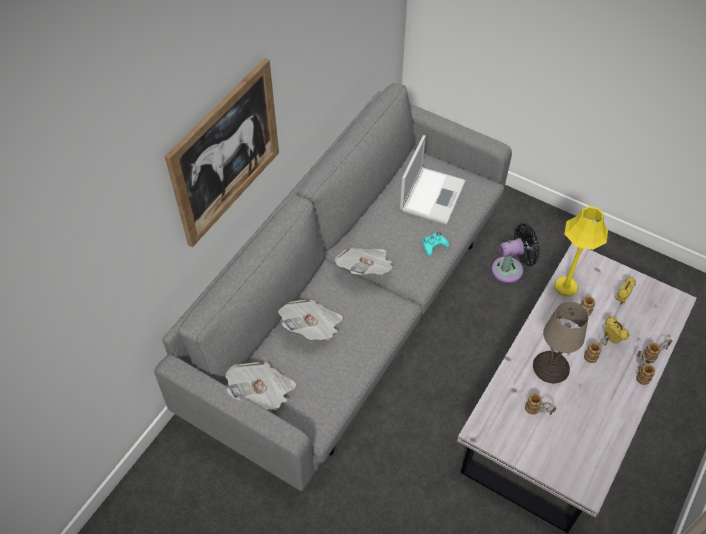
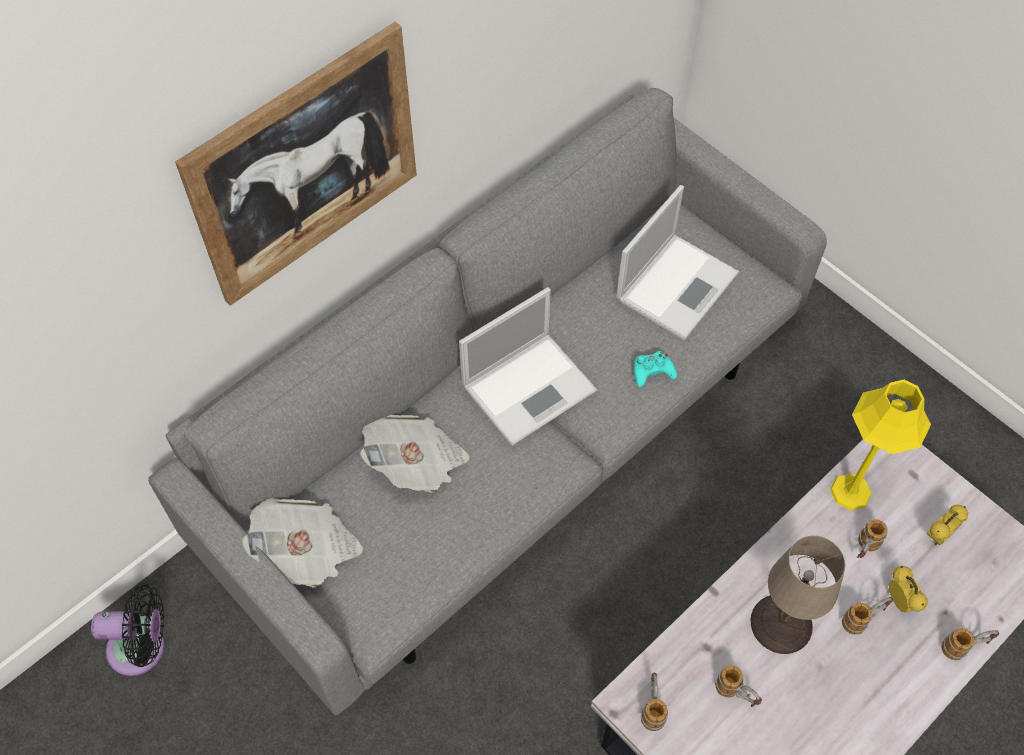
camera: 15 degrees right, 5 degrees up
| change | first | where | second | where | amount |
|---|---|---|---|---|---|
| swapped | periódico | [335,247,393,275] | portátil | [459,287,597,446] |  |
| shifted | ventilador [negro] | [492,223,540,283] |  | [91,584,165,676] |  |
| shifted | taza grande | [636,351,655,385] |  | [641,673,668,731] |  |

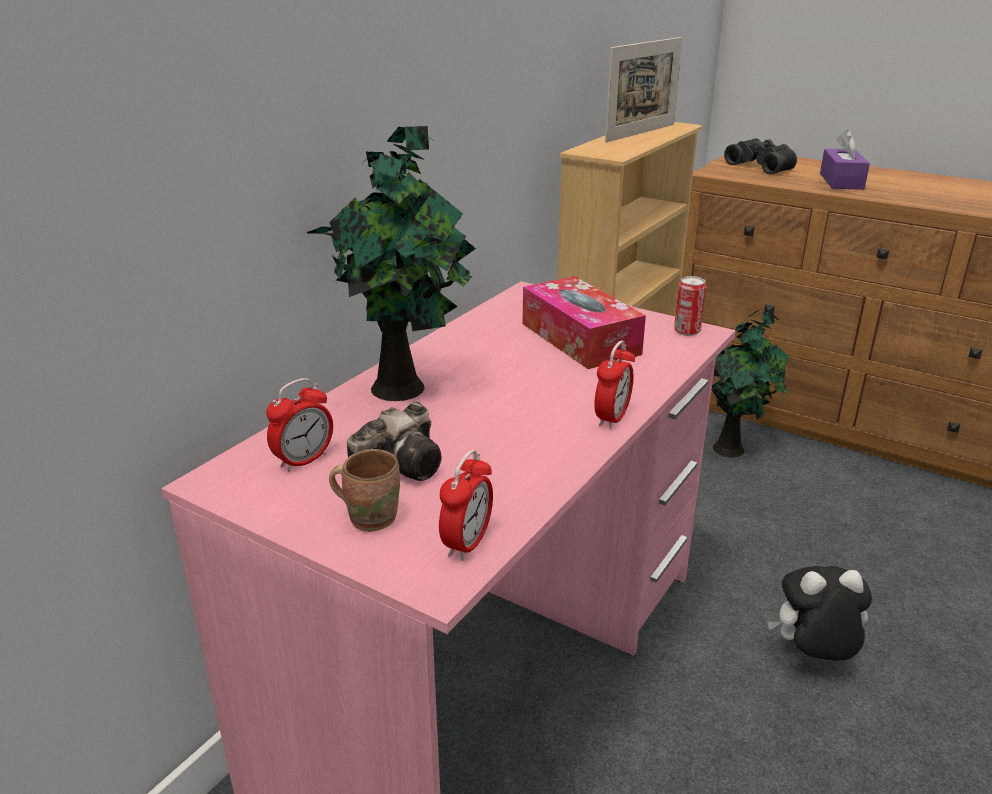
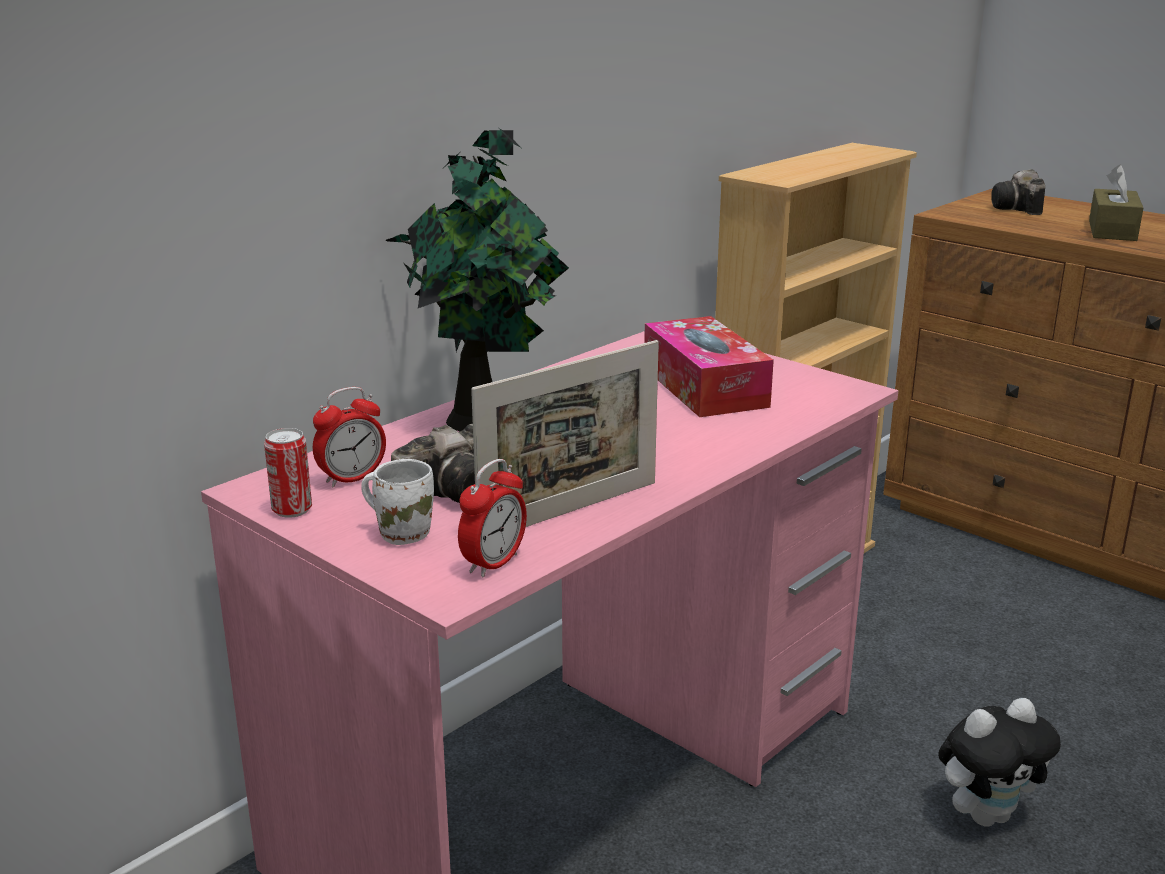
camera: 10 degrees right, 5 degrees down
| change | first | where | second | where | amount |
|---|---|---|---|---|---|
| repainted | taza grande [marrón] | [329,449,400,532] | taza grande [blanco] | [361,459,434,545] |  |
| gone | despertador | [594,341,635,429] |  |  |  |
| shifted | portarretratos | [605,37,682,142] |  | [471,340,659,527] |  |
| shifted | lata | [674,276,706,336] |  | [264,428,312,518] |  |
| gone | planta en maceta | [711,310,789,457] |  |  |  |
| swapped | prismáticos [negro] | [724,138,797,174] | cámara | [991,169,1045,215] |  |
| rotated | peluche | [768,566,872,661] |  | [938,698,1061,827] | 150 degrees clockwise |
| repainted | caja de pañuelos [morado] | [820,130,870,190] | caja de pañuelos [marrón] | [1089,165,1143,241] |  |

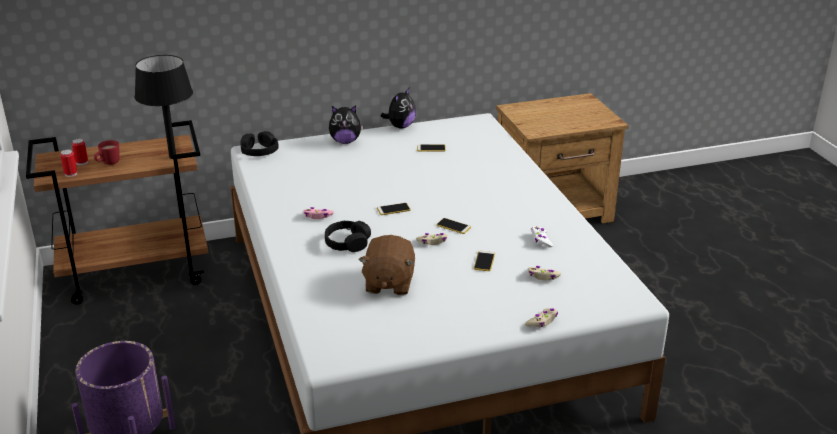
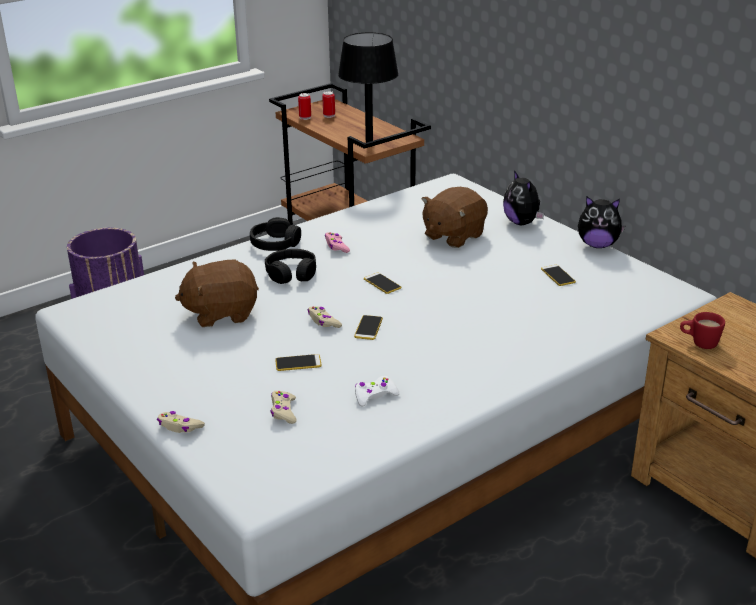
camera: 70 degrees right, 0 degrees up
| change | first | where | second | where | amount |
|---|---|---|---|---|---|
| shifted | taza grande [rojo] | [94,140,120,165] |  | [680,312,725,349] |  |
| shifted | auriculares [negro] | [240,131,278,156] |  | [250,217,301,251] |  |
| new |  |  | peluche [marrón] | [422,187,488,248] |  |

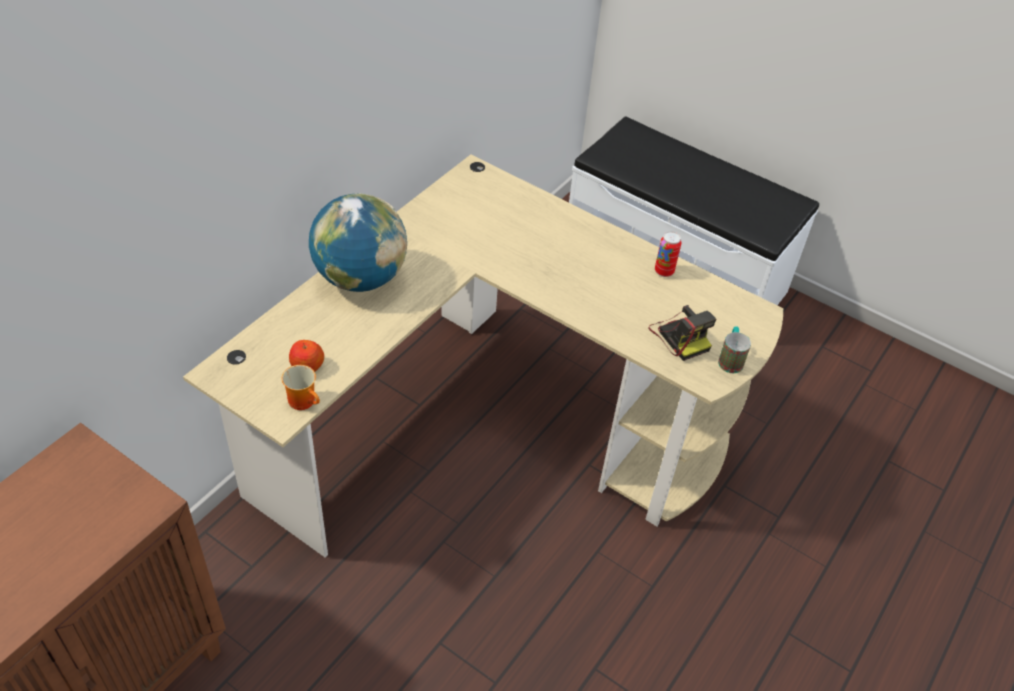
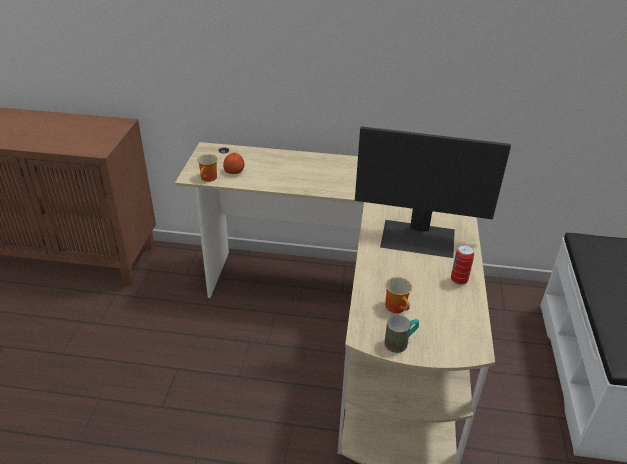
camera: 65 degrees right, 10 degrees down
| change | first | where | second | where | amount |
|---|---|---|---|---|---|
| gone | globo terráqueo | [309,193,407,292] |  |  |  |
| swapped | cámara | [648,305,716,361] | taza grande | [385,277,412,313] |  |
| new |  |  | monitor | [355,126,511,258] |  |

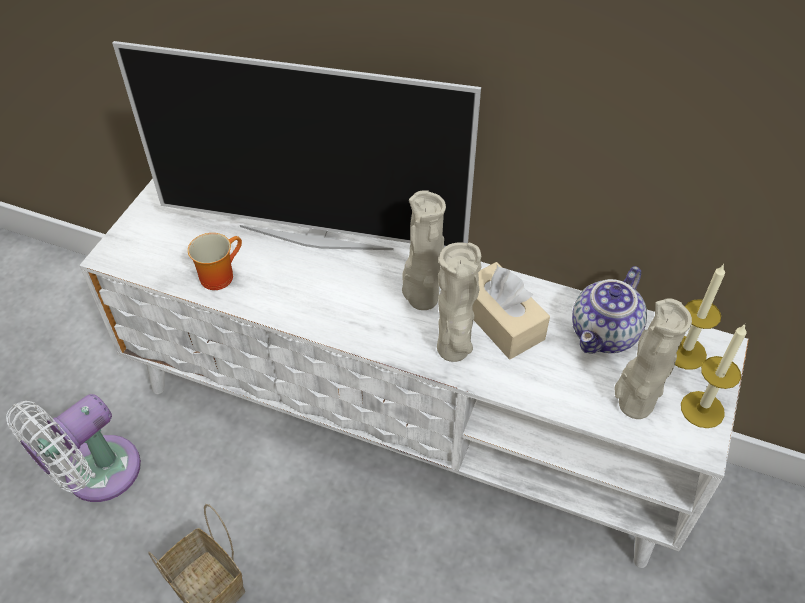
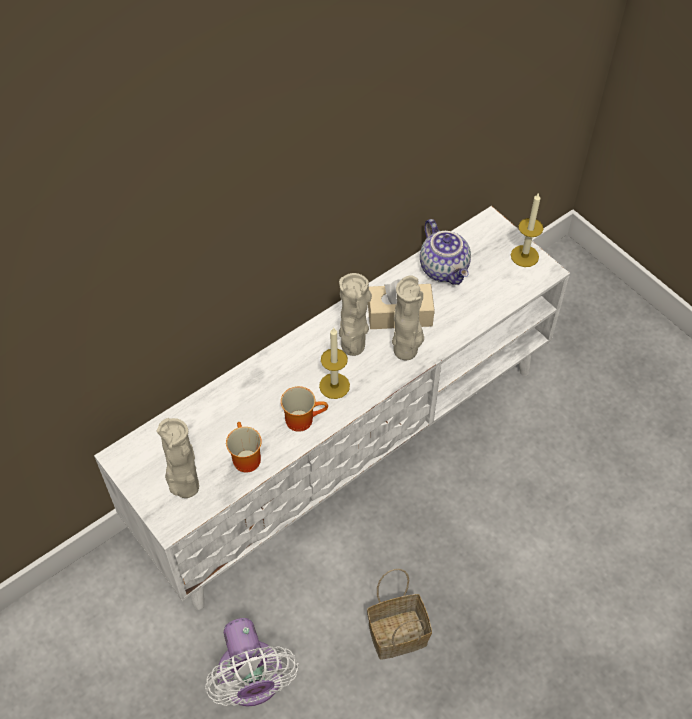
camera: 60 degrees left, 5 degrees up
| change | first | where | second | where | amount |
|---|---|---|---|---|---|
| gone | televisor | [112,41,481,250] |  |  |  |
| shifted | florero [beis] | [614,299,692,419] |  | [157,418,199,498] |  |
| shifted | vela | [675,264,725,370] |  | [319,327,350,399] |  |
| new |  |  | taza grande | [281,386,328,432] |  |

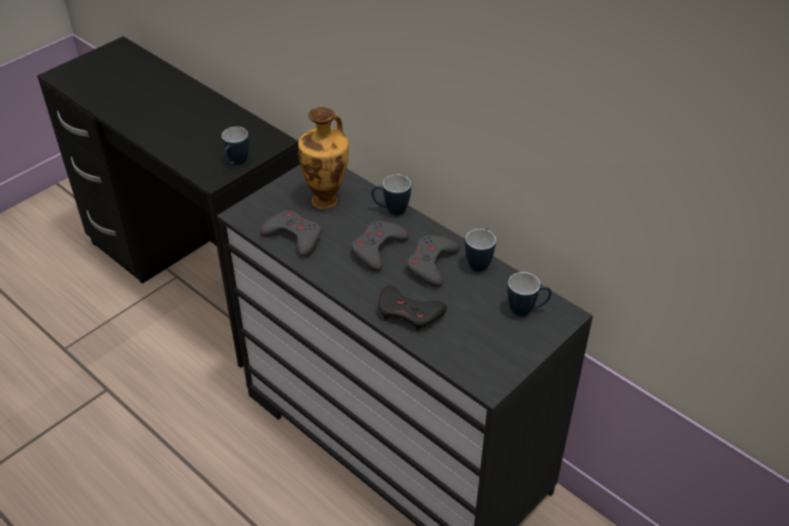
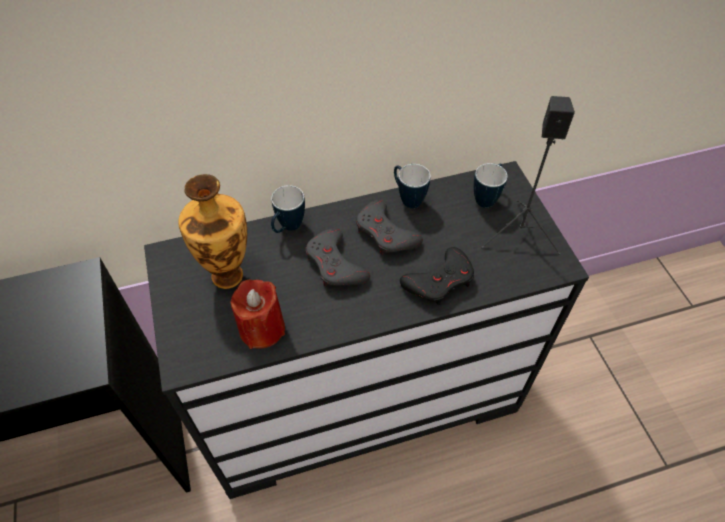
camera: 60 degrees left, 10 degrees up
| change | first | where | second | where | amount |
|---|---|---|---|---|---|
| gone | taza grande | [222,127,249,165] |  |  |  |
| swapped | mando de consola [gris] | [260,210,321,257] | vela [rojo] | [230,279,285,349] |  |
| new |  |  | altavoz [negro] | [481,96,575,255] |  |

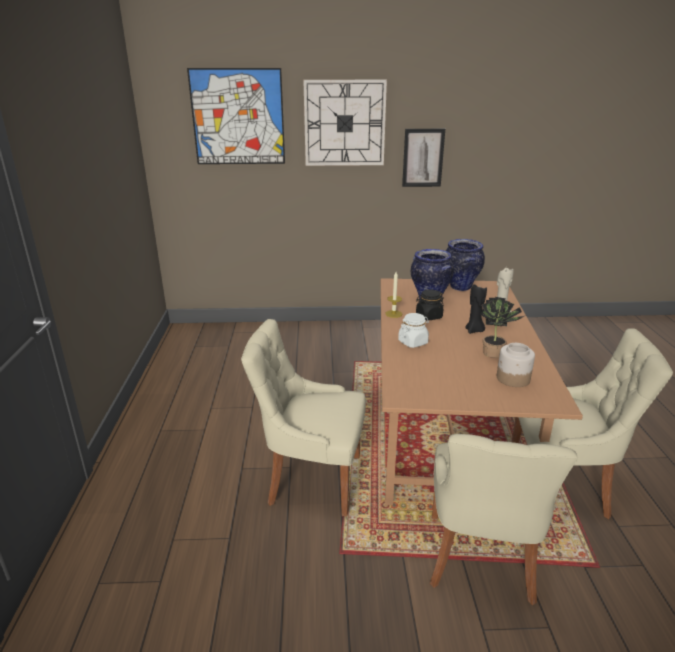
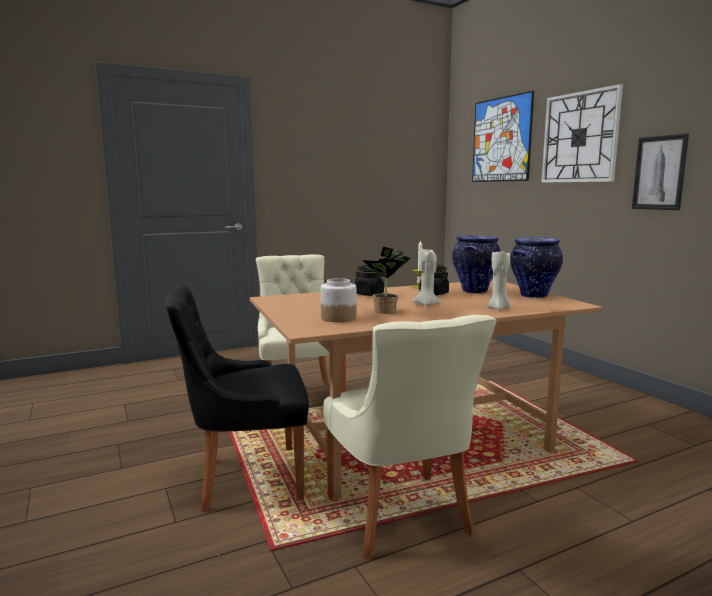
camera: 65 degrees right, 15 degrees down
| change | first | where | second | where | amount |
|---|---|---|---|---|---|
| repainted | tarro [blanco] | [398,313,429,348] | tarro [negro] | [355,265,384,296] |  |
| repainted | silla [beis] | [430,434,578,605] | silla [negro] | [164,285,309,512] |  |
| repainted | vela [negro] | [465,284,487,334] | vela [beis] | [413,248,441,306] |  |

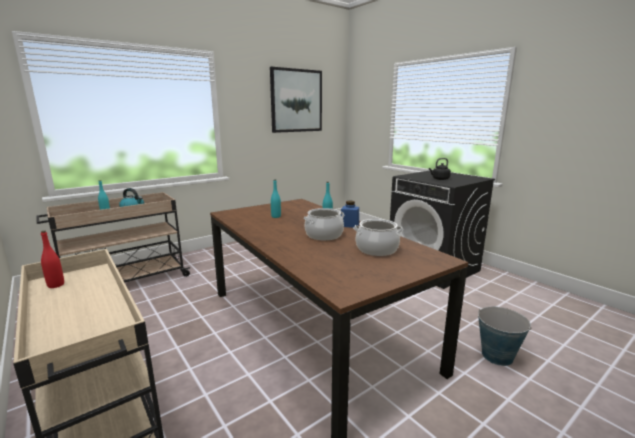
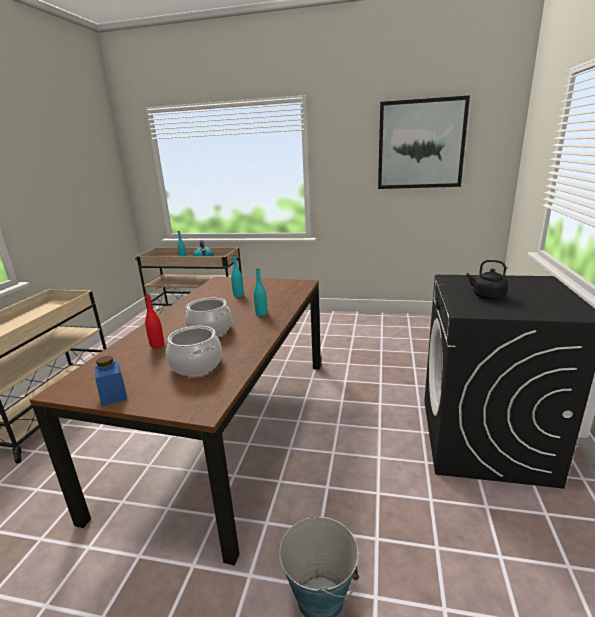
camera: 50 degrees right, 5 degrees up
| change | first | where | second | where | amount |
|---|---|---|---|---|---|
| shifted | botella [rojo] | [41,231,64,288] |  | [145,294,164,348] |  |
| shifted | tarro [azul] | [341,201,359,228] |  | [95,356,127,406] |  |

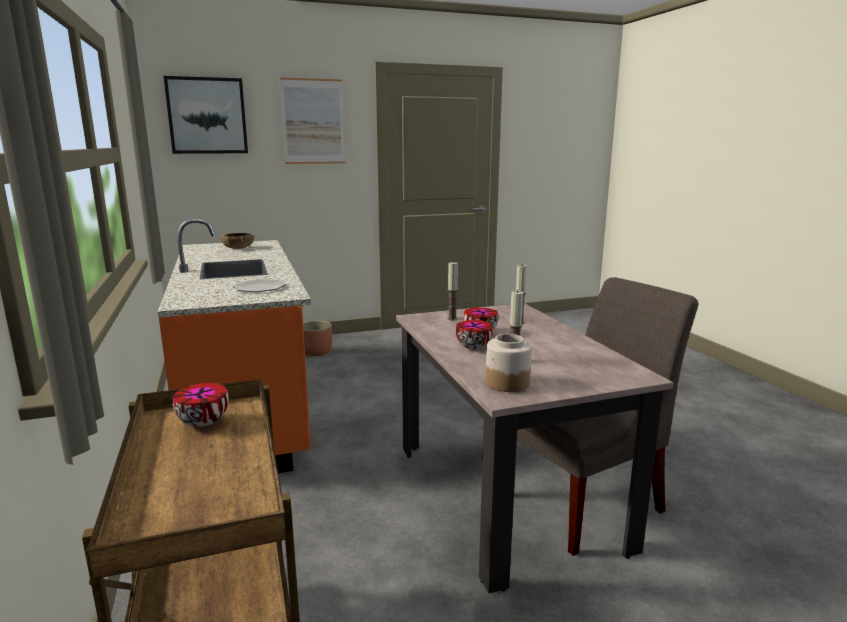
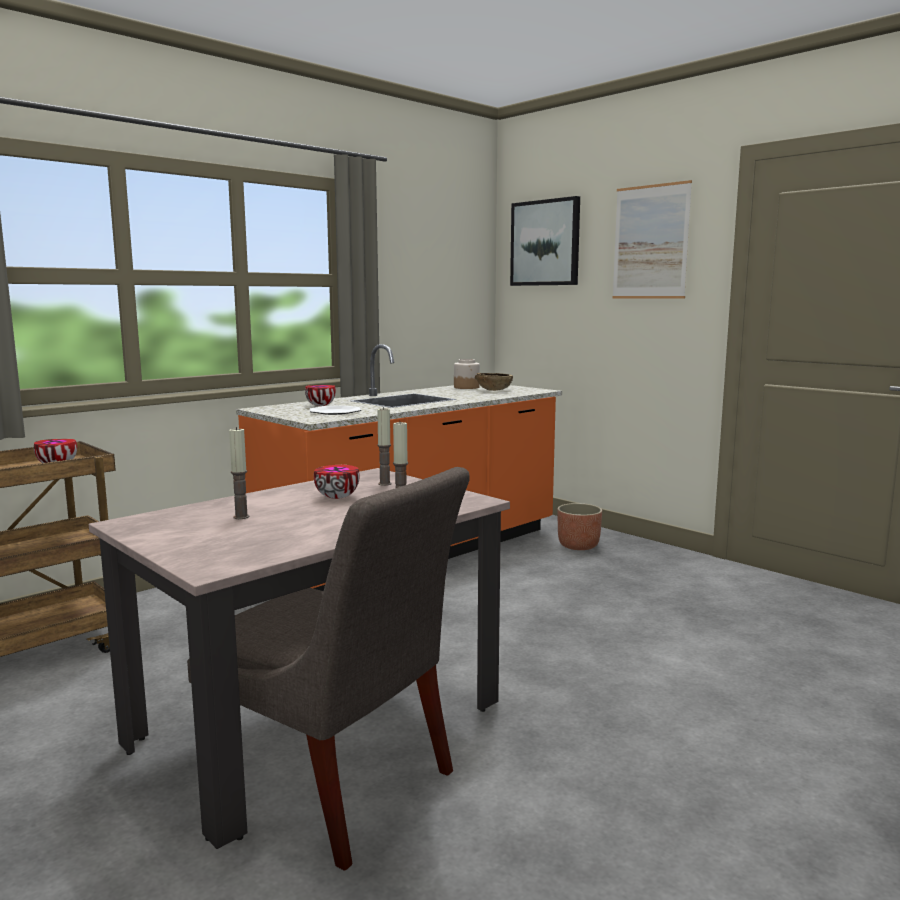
camera: 65 degrees right, 5 degrees down
| change | first | where | second | where | amount |
|---|---|---|---|---|---|
| shifted | cuenco | [456,320,493,349] |  | [305,385,336,406] |  |
| shifted | tarro | [486,334,532,392] |  | [454,359,480,389] |  |

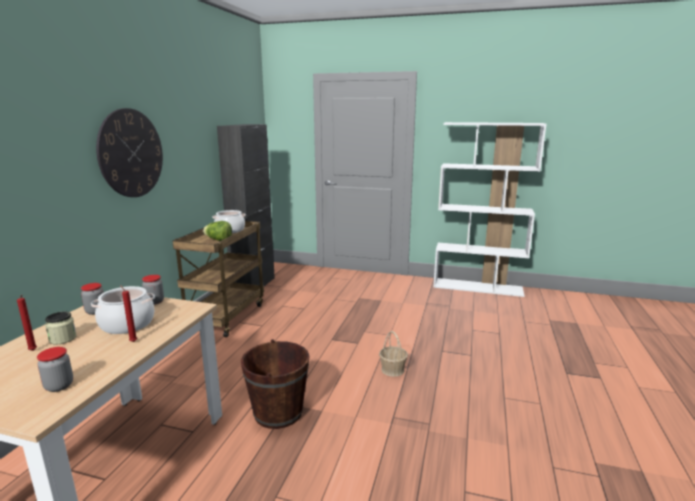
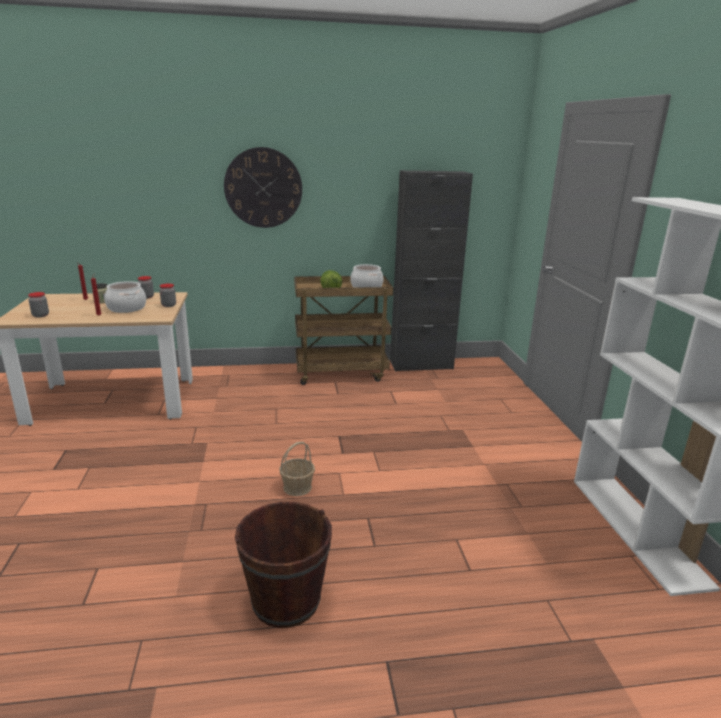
camera: 65 degrees right, 5 degrees up
| change | first | where | second | where | amount |
|---|---|---|---|---|---|
| shifted | cubo [marrón] | [241,339,310,429] |  | [235,502,332,628] |  |

